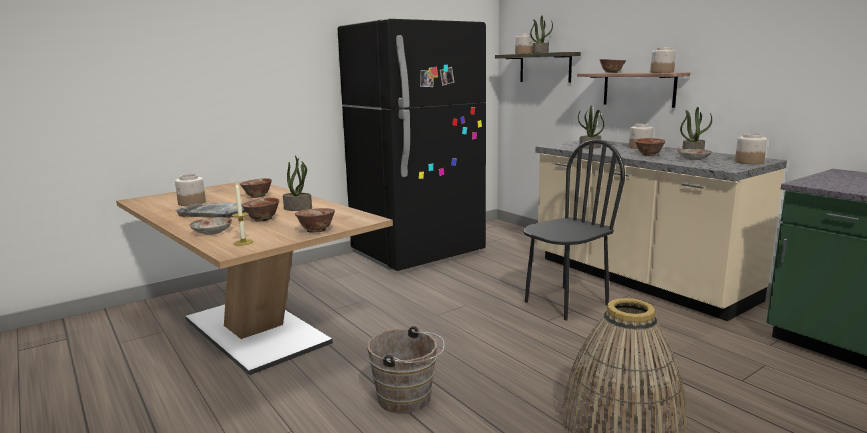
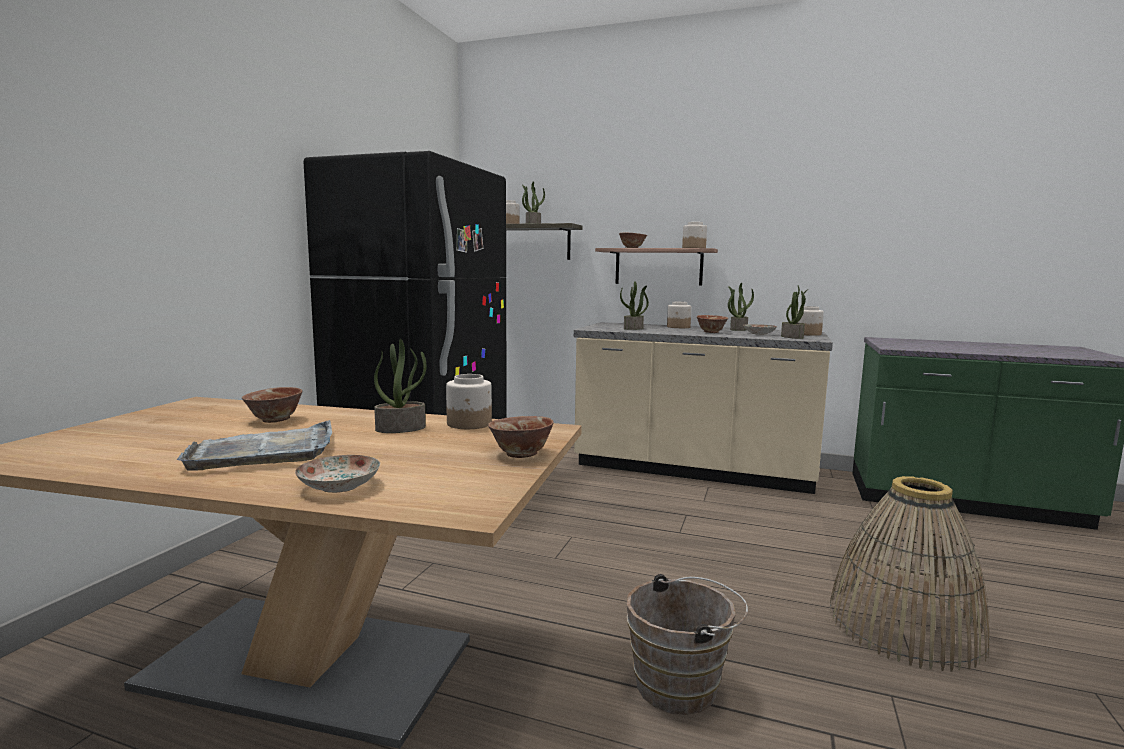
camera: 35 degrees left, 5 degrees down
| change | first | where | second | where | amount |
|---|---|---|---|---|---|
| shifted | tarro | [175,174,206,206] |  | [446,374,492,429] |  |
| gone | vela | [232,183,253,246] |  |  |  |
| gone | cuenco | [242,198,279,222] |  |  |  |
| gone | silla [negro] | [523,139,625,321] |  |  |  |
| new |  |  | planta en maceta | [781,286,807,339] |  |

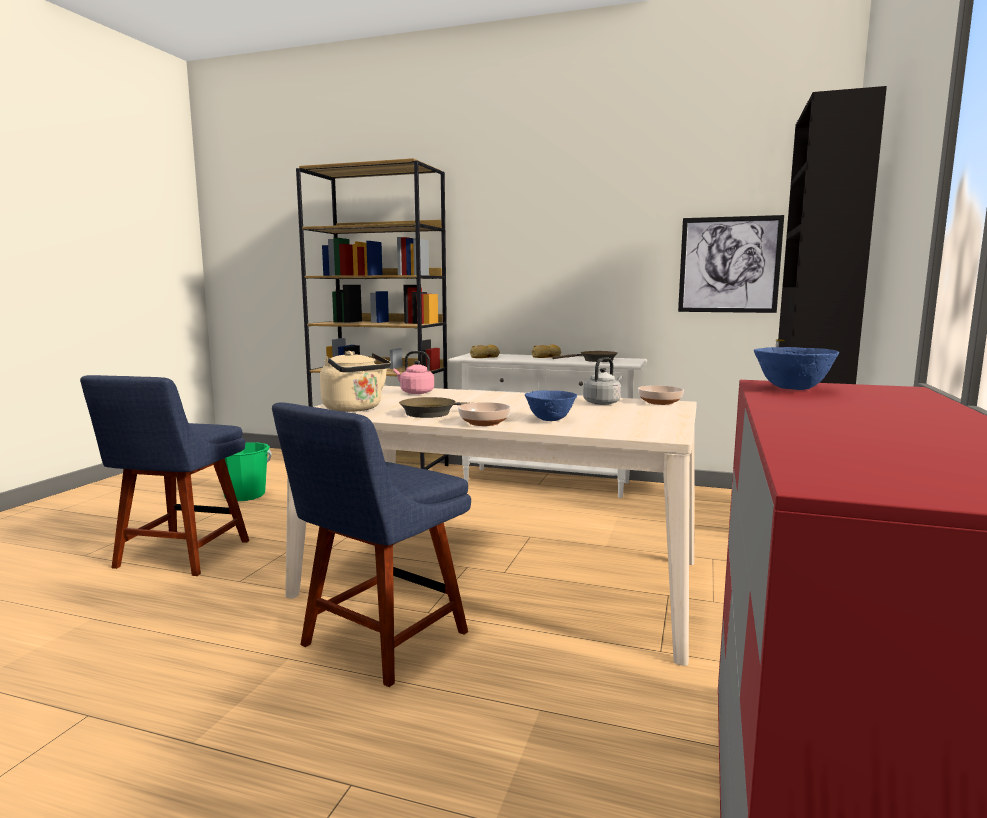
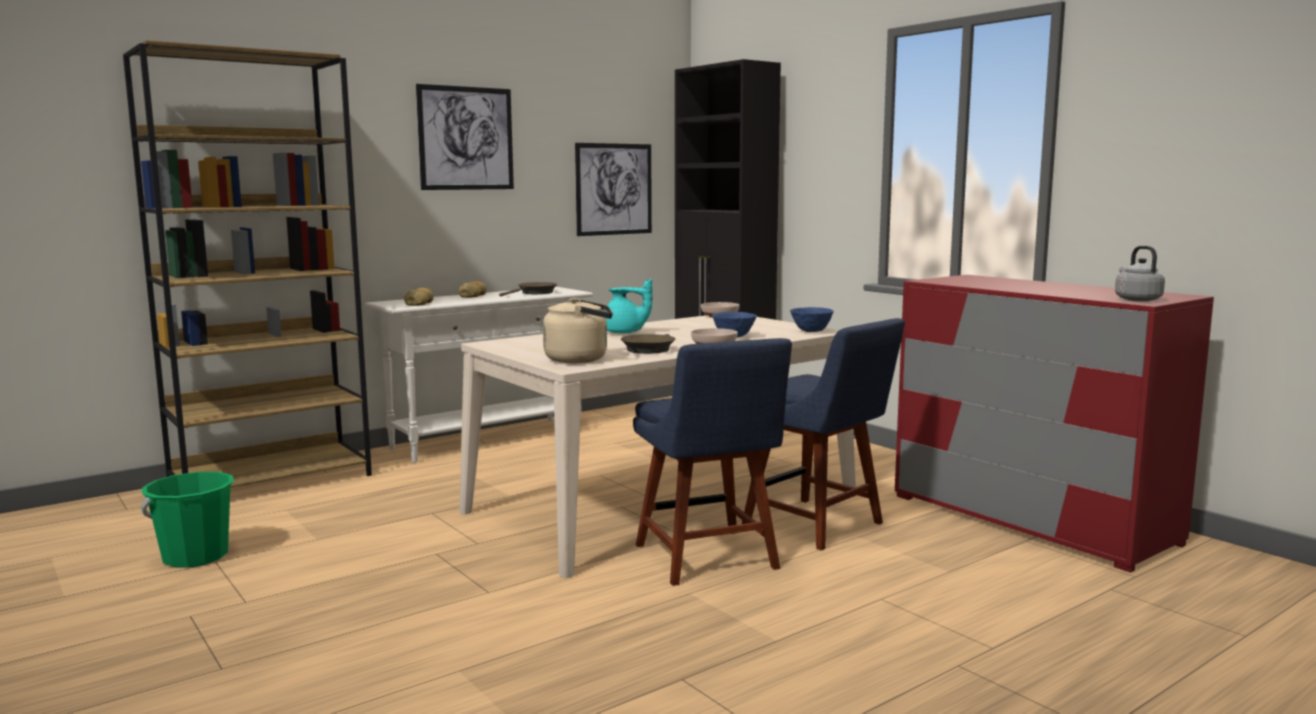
camera: 55 degrees left, 0 degrees up
| change | first | where | second | where | amount |
|---|---|---|---|---|---|
| shifted | silla [azul] | [80,375,249,576] |  | [742,318,905,551] |  |
| gone | hervidor [rosa] | [393,351,434,394] |  |  |  |
| shifted | hervidor [gris] | [583,358,623,405] |  | [1115,246,1165,302] |  |
| shifted | cuenco [azul] | [754,347,839,390] |  | [790,307,834,332] |  |
| new |  |  | cuadro | [416,84,514,190] |  |
| new |  |  | tetera [turquesa] | [605,278,653,334] |  |

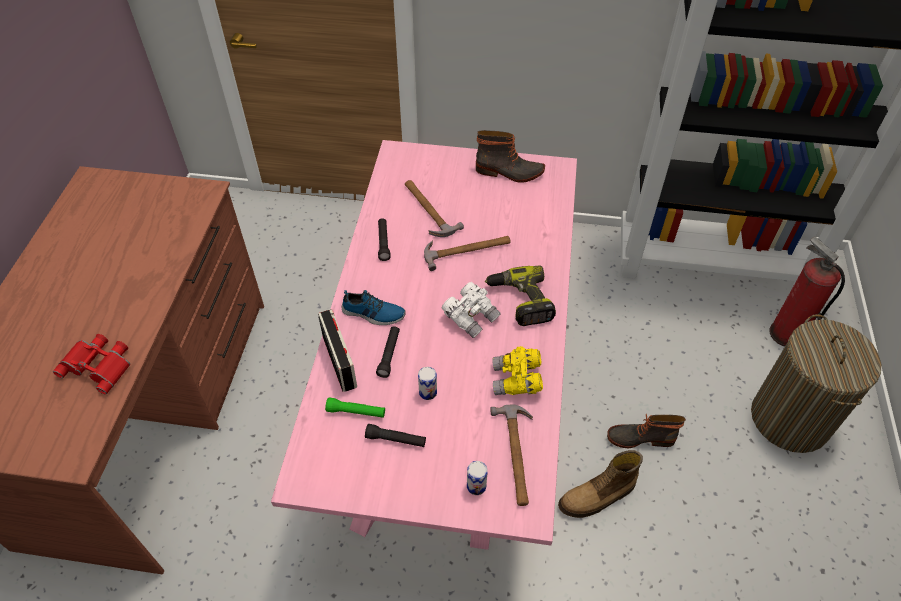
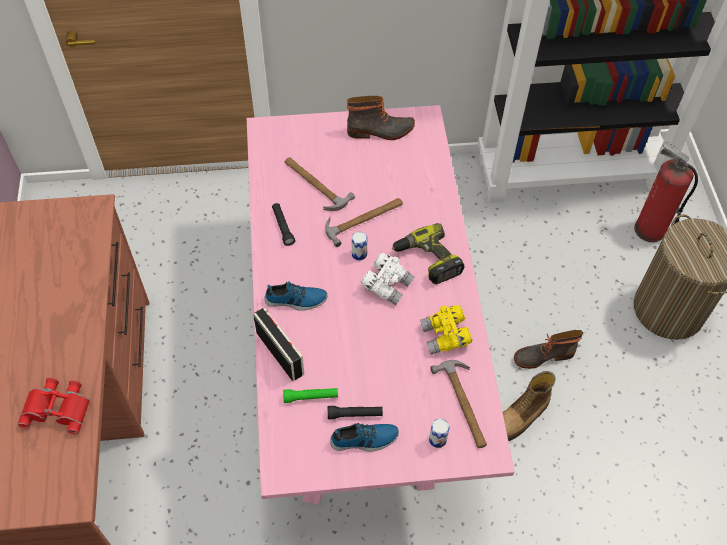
camera: 15 degrees left, 5 degrees up
| change | first | where | second | where | amount |
|---|---|---|---|---|---|
| gone | linterna [negro] | [376,326,400,378] |  |  |  |
| shifted | lata | [418,367,437,400] |  | [352,232,368,260] |  |
| new |  |  | zapato | [330,423,399,452] |  |

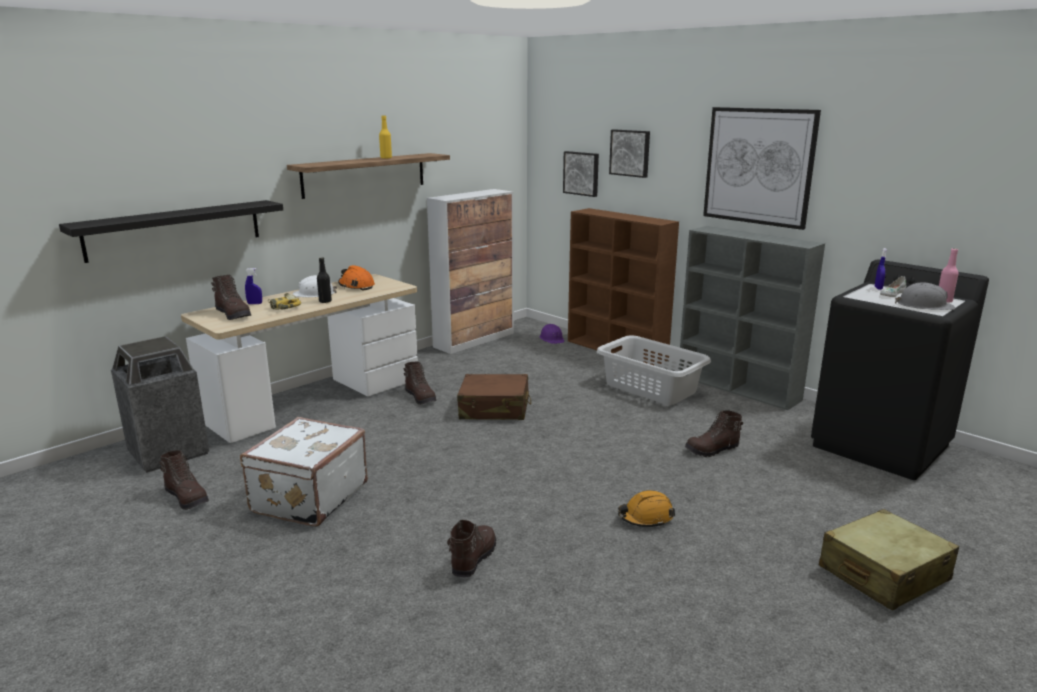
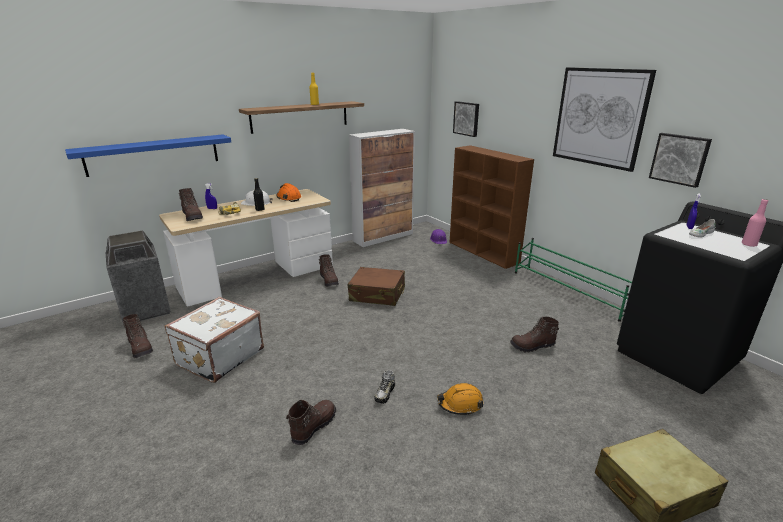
camera: 10 degrees right, 5 degrees up
| change | first | where | second | where | amount |
|---|---|---|---|---|---|
| repainted | estante [negro] | [59,200,283,263] | estante [azul] | [65,134,231,177] |  |
| gone | cesto de la ropa [gris] | [597,335,711,405] |  |  |  |
| shifted | cuadro | [609,129,650,178] |  | [649,133,712,188] |  |
| swapped | estantería [gris] | [678,226,825,410] | zapatero [verde] | [515,238,632,322] |  |
| gone | casco [gris] | [895,282,955,310] |  |  |  |
| new |  |  | zapato | [374,370,395,404] |  |

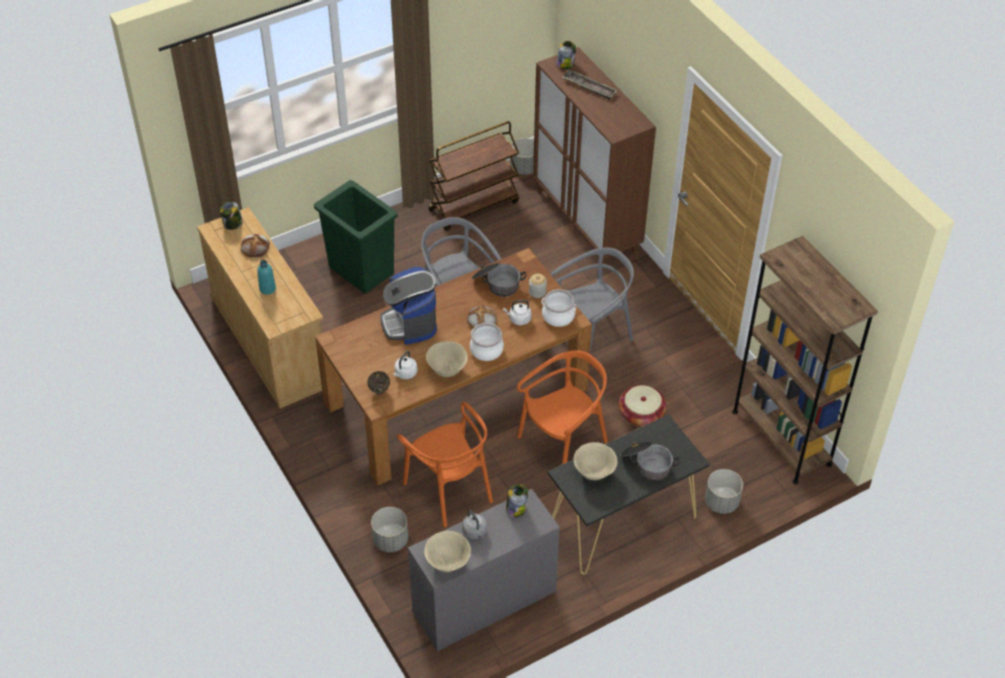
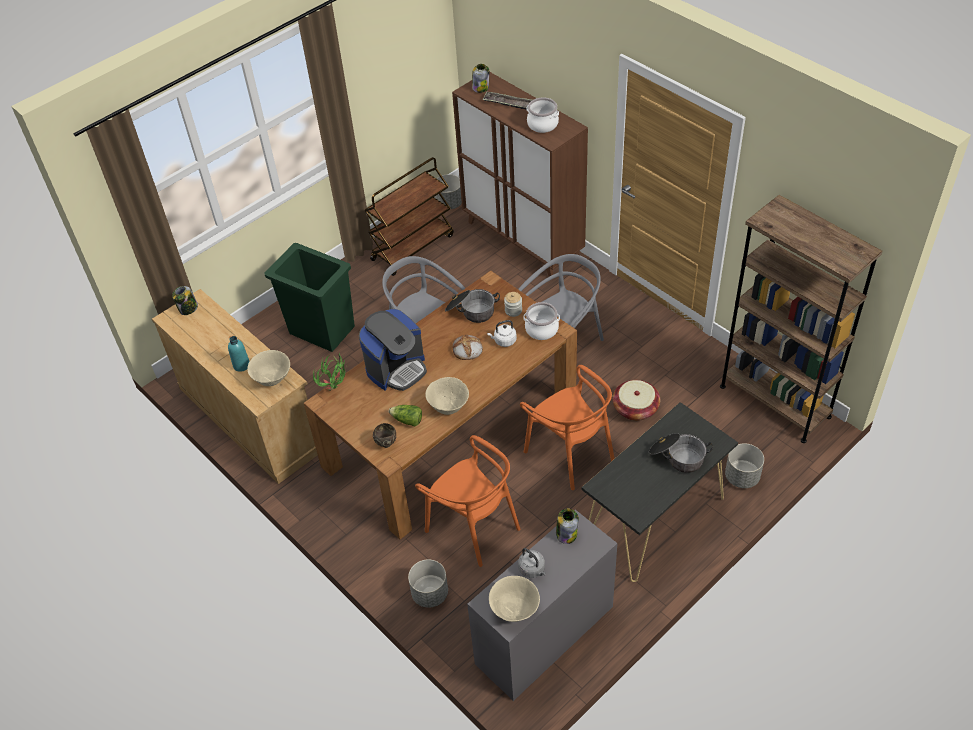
camera: 10 degrees left, 0 degrees up
| change | first | where | second | where | amount |
|---|---|---|---|---|---|
| gone | pan | [241,234,270,257] |  |  |  |
| rotated | cafetera | [380,267,437,345] |  | [359,309,427,391] | 105 degrees counterclockwise |
| swapped | hervidor [blanco] | [393,351,417,379] | lechuga | [389,405,422,427] |  |
| shifted | olla | [470,323,504,361] |  | [526,97,559,133] |  |
| rotated | silla [naranja] | [517,350,608,464] |  | [520,365,614,490] | 105 degrees clockwise |
| shifted | cuenco [beis] | [574,442,618,480] |  | [247,350,290,386] |  |
| new |  |  | planta en maceta | [313,353,348,391] |  |

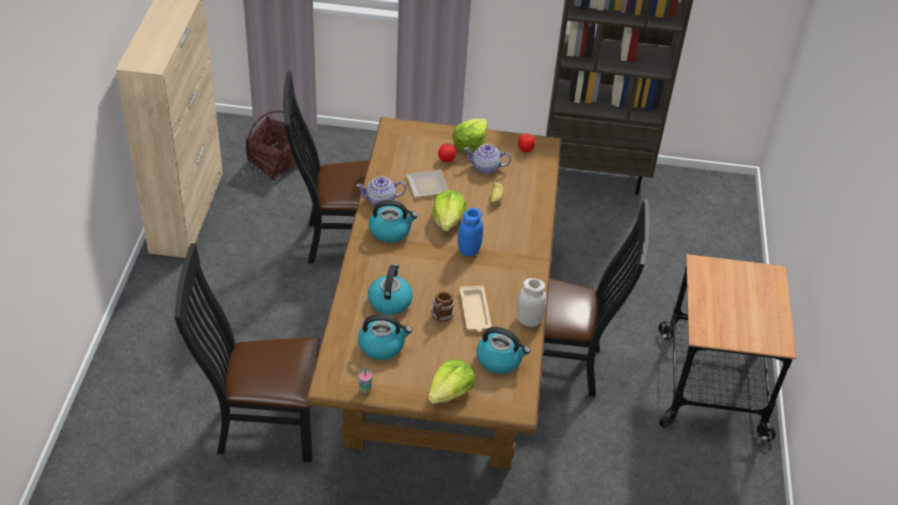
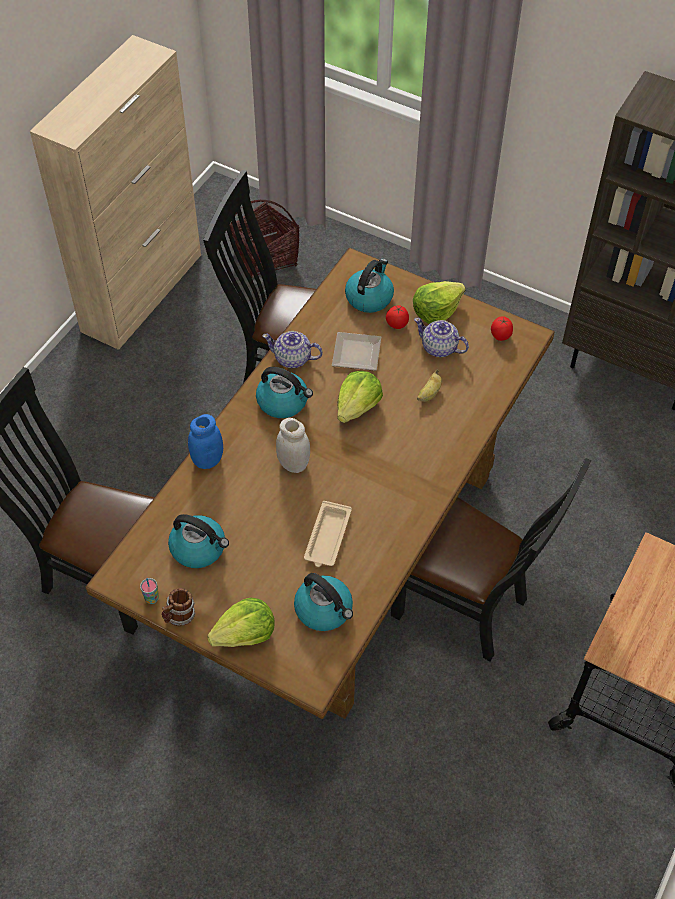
camera: 25 degrees right, 10 degrees up
| change | first | where | second | where | amount |
|---|---|---|---|---|---|
| shifted | hervidor | [368,264,413,315] |  | [345,258,394,313] |  |
| shifted | taza grande | [430,291,454,322] |  | [162,588,196,626] |  |
| shifted | tarro [azul] | [458,208,483,256] |  | [188,414,223,469] |  |
| shifted | tarro [blanco] | [516,278,547,327] |  | [276,418,310,473] |  |

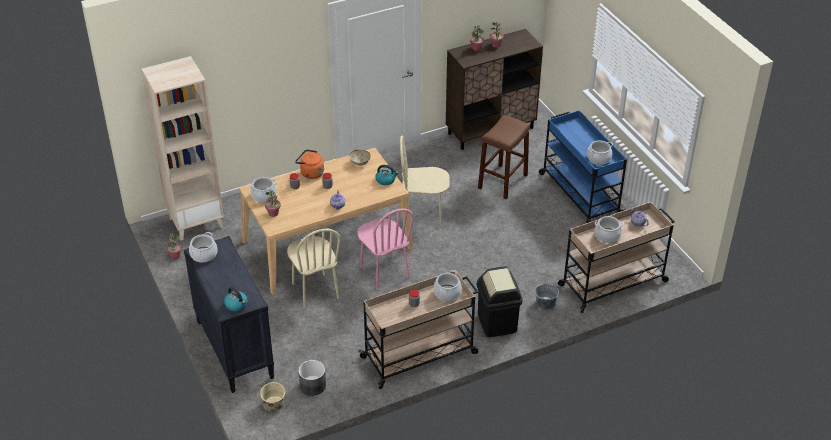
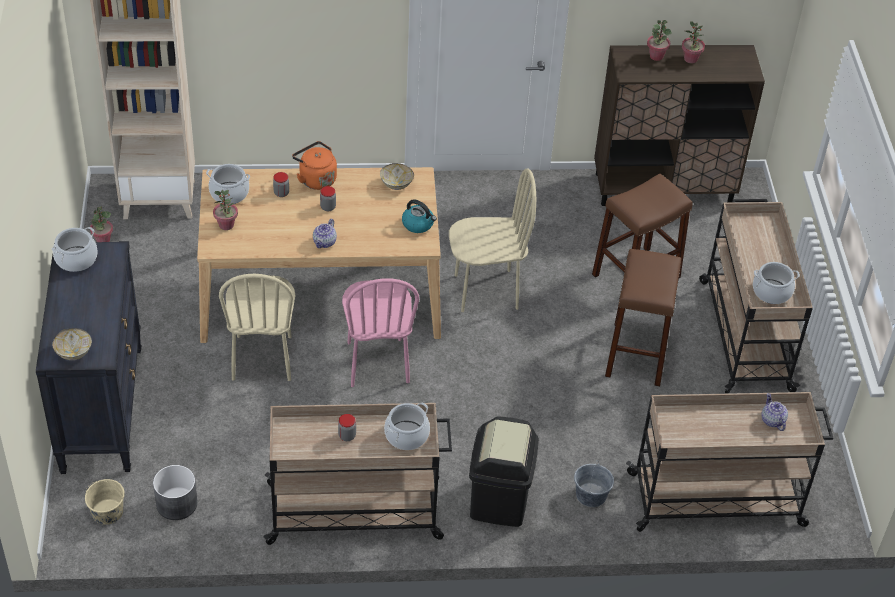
camera: 20 degrees right, 5 degrees up
| change | first | where | second | where | amount |
|---|---|---|---|---|---|
| swapped | hervidor | [224,287,248,311] | cuenco | [52,328,92,360] |  |
| rotated | silla [beis] | [400,136,450,226] |  | [449,168,536,312] | 150 degrees clockwise |
| repainted | carrito [azul] | [539,110,627,223] | carrito [beis] | [699,199,813,394] |  |
| gone | olla | [595,216,624,243] |  |  |  |
| new |  |  | taburete [marrón] | [605,249,681,386] |  |

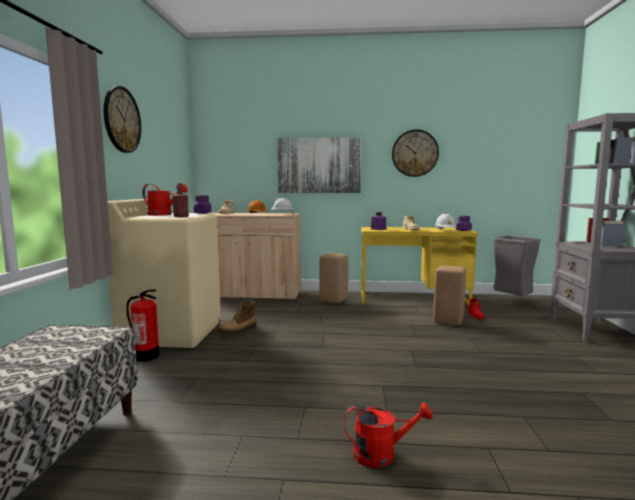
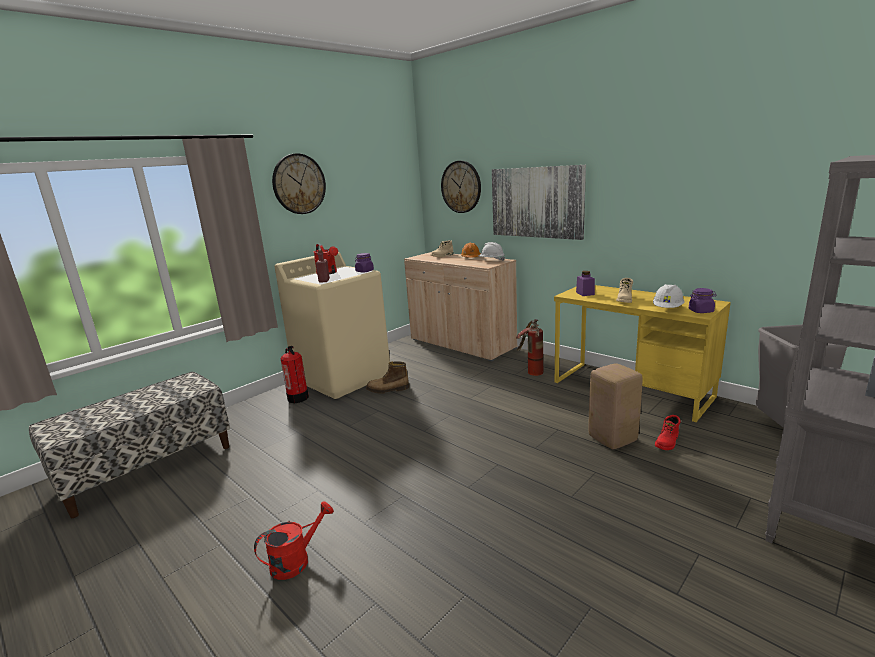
camera: 40 degrees right, 10 degrees up
| change | first | where | second | where | amount |
|---|---|---|---|---|---|
| swapped | taburete [beis] | [319,253,348,303] | extintor | [516,319,543,376] |  |
| rotated | regadera [rojo] | [343,402,433,468] |  | [254,501,334,580] | 75 degrees counterclockwise |
| shifted | reloj de pared | [392,129,439,177] |  | [441,161,481,213] |  |

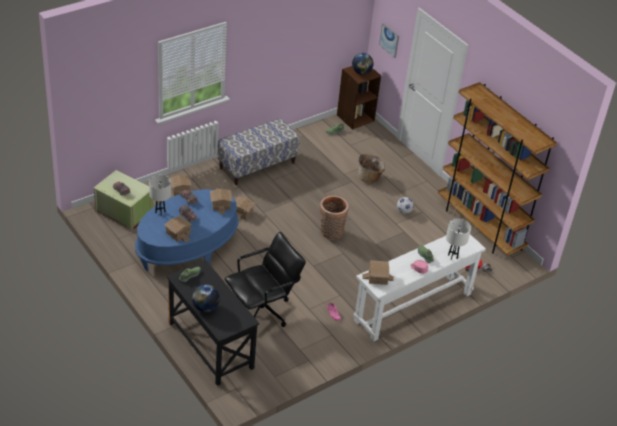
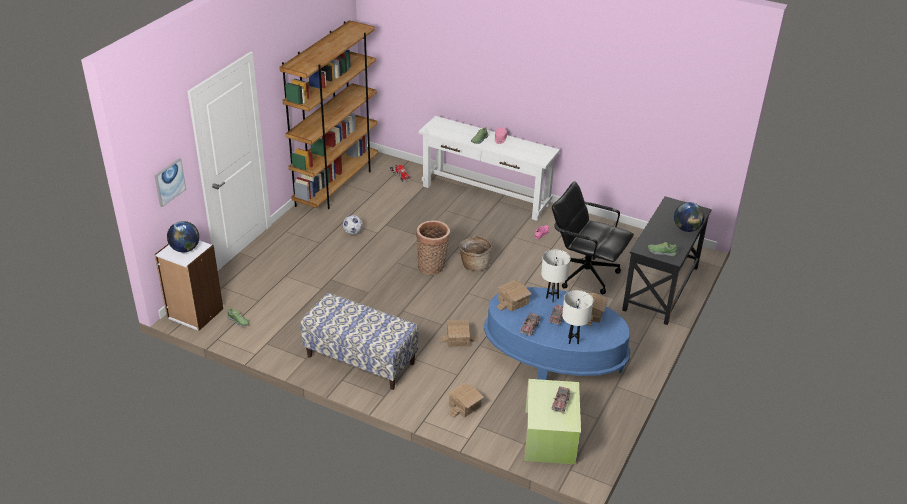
camera: 115 degrees left, 5 degrees down
| change | first | where | second | where | amount |
|---|---|---|---|---|---|
| repainted | estantería [marrón] | [337,66,381,130] | estantería [blanco] | [155,240,223,331] |  |
| shifted | cesta | [358,154,385,183] |  | [459,235,492,271] |  |
| gone | casita | [363,260,394,285] |  |  |  |
| shifted | lámpara de mesa [blanco] | [446,218,471,260] |  | [541,249,570,302] |  |

